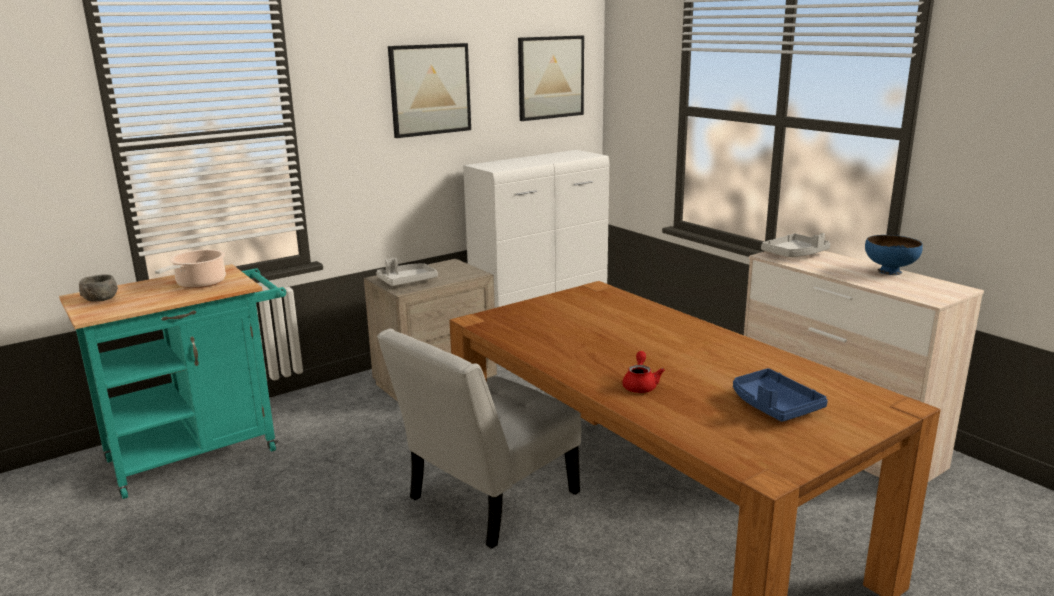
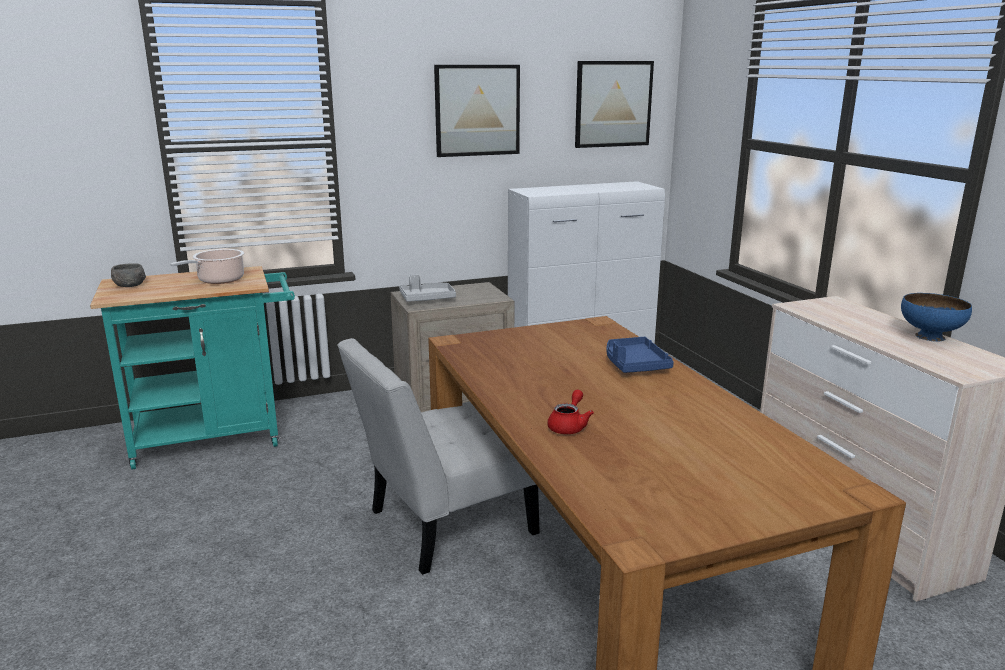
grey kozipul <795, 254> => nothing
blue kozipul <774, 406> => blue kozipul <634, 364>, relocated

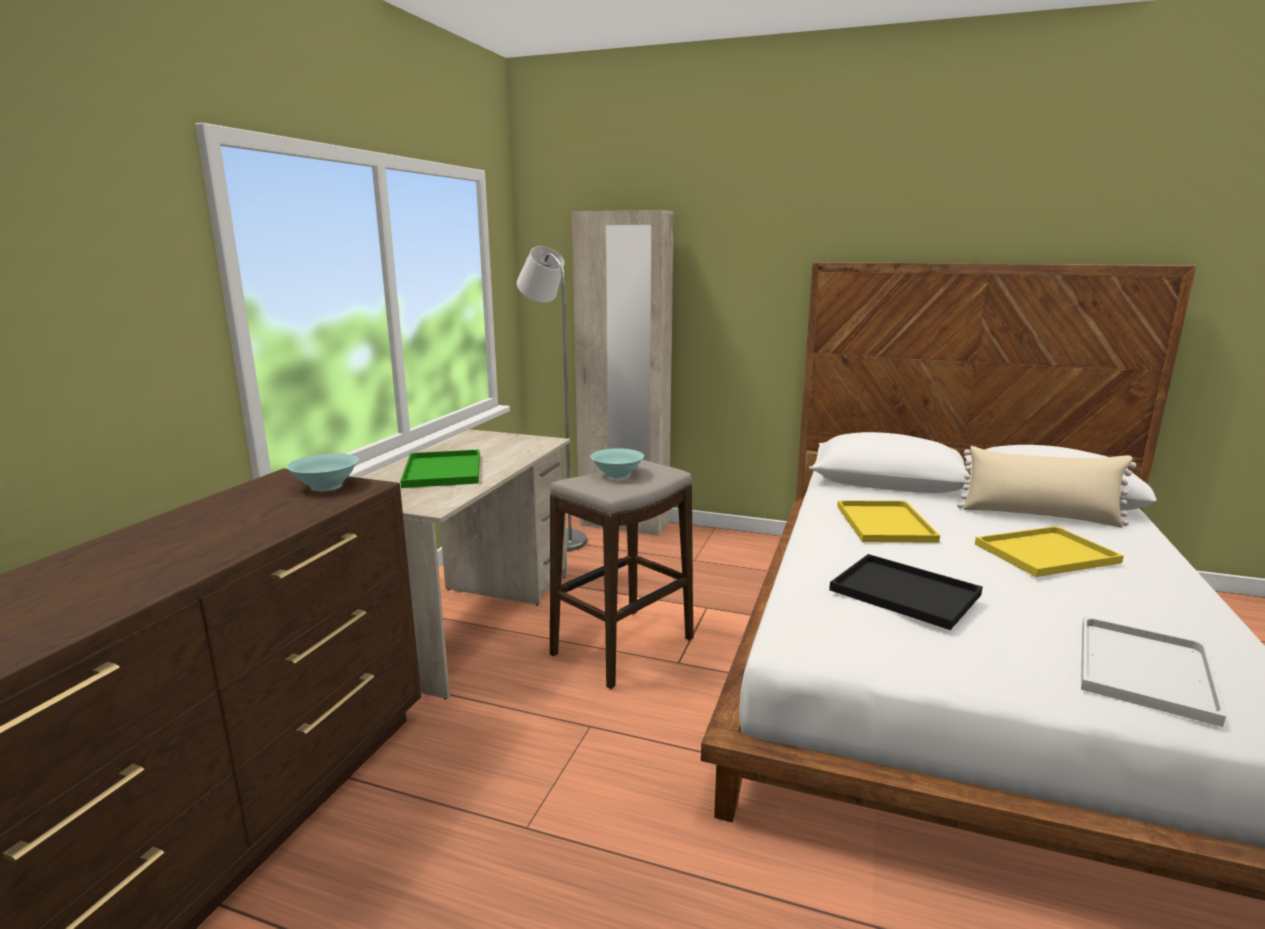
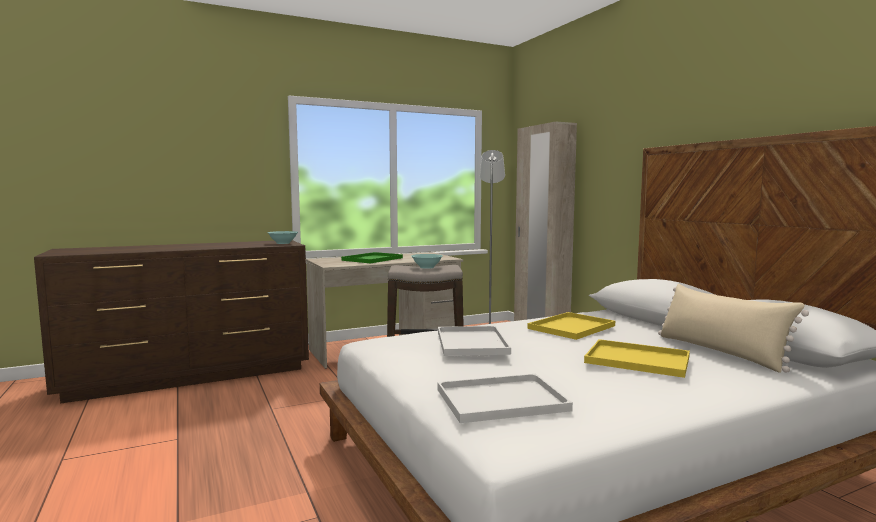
black kozipul <901, 592> => white kozipul <470, 342>

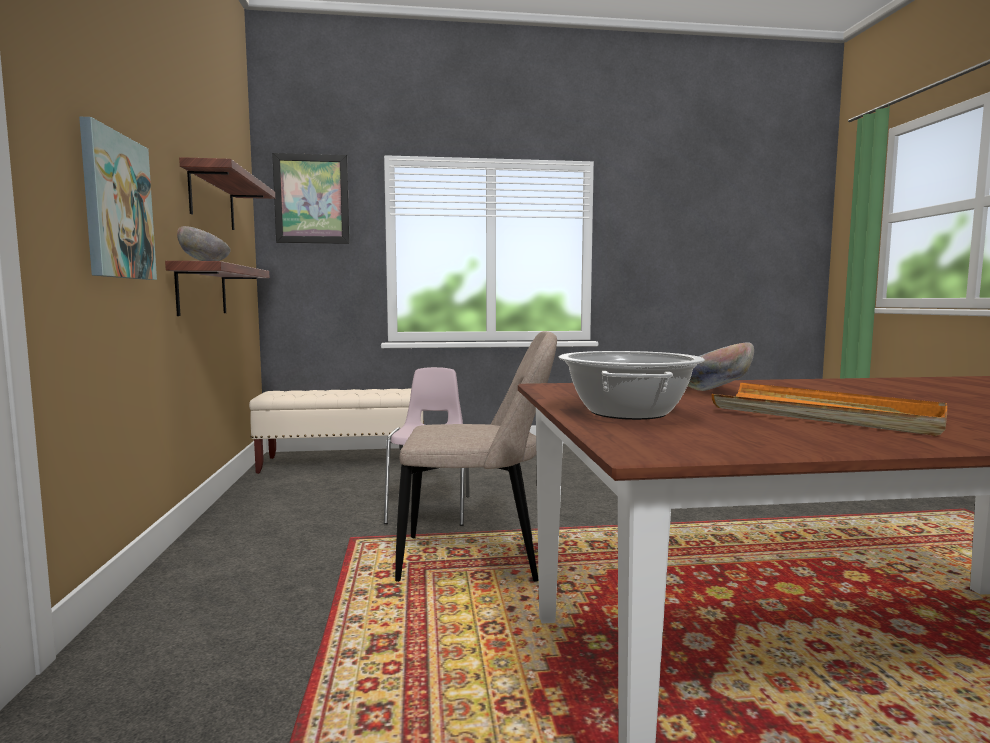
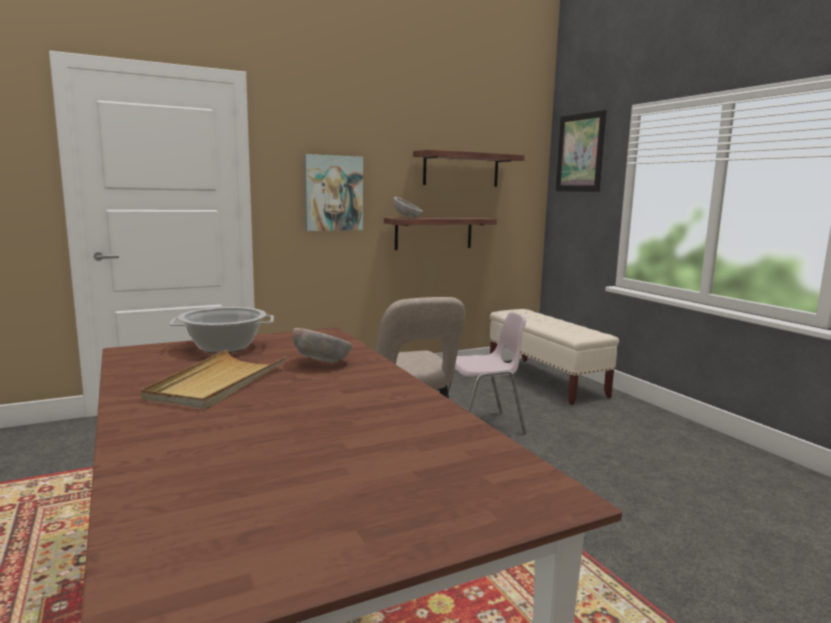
orange kozipul <825, 415> => beige kozipul <218, 383>

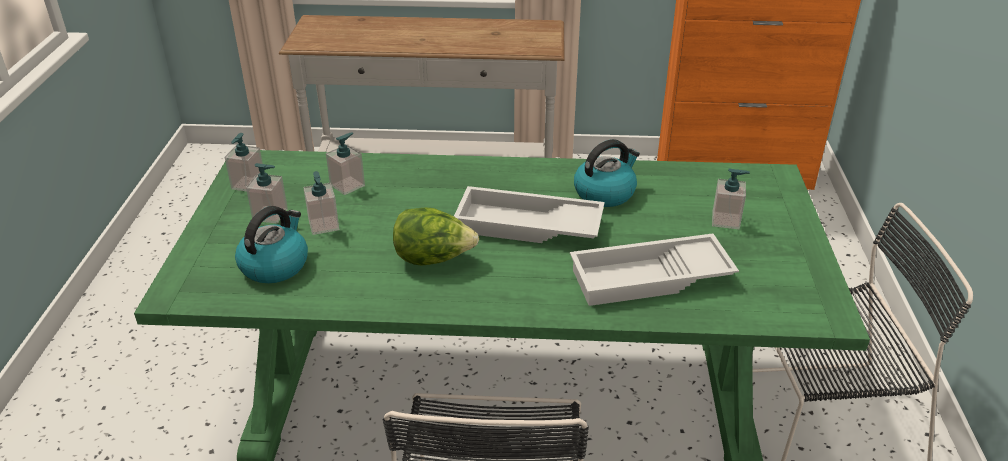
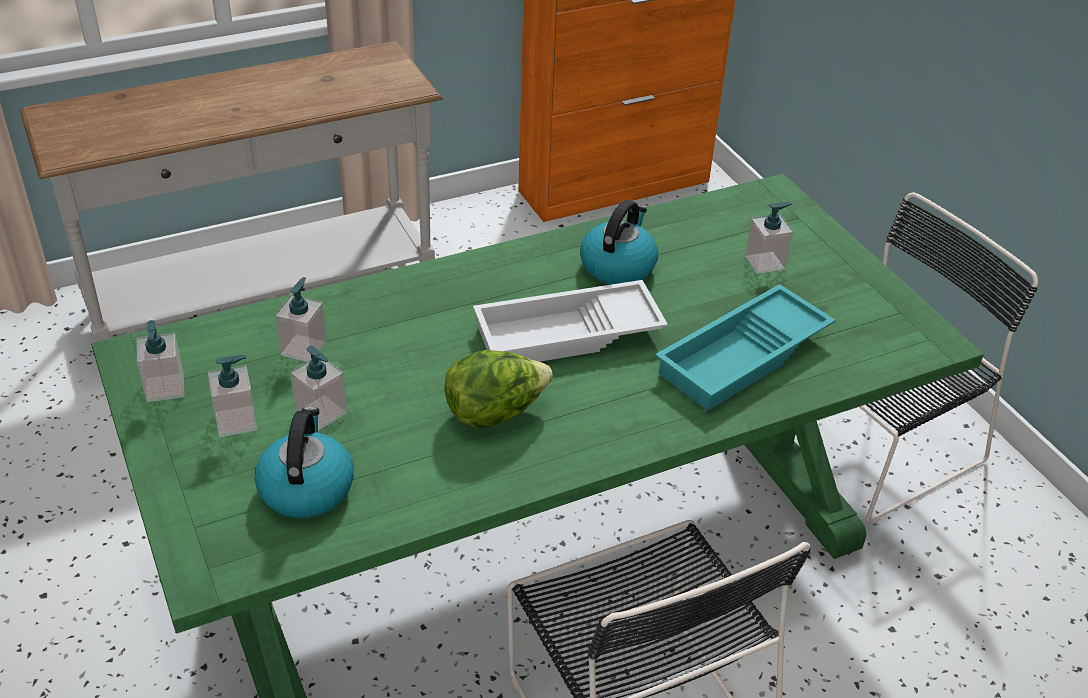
white kozipul <650, 279> => turquoise kozipul <744, 358>

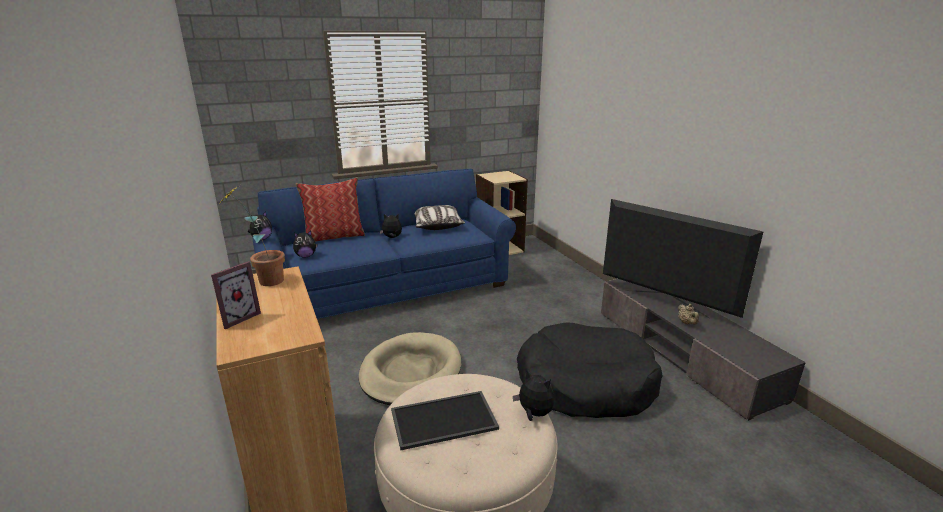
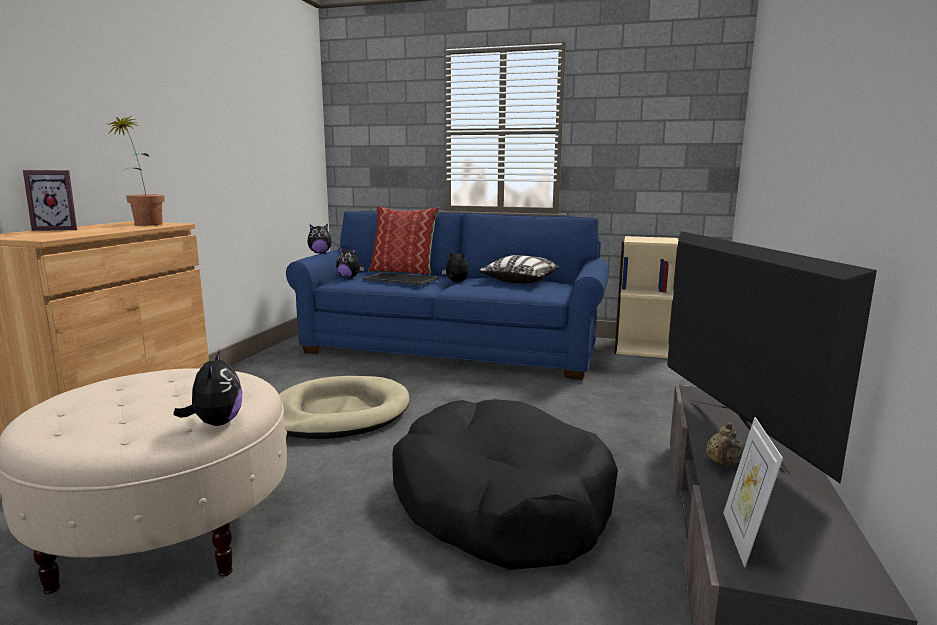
nothing => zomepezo <743, 539>
kozipul <443, 421> => kozipul <400, 279>, relocated

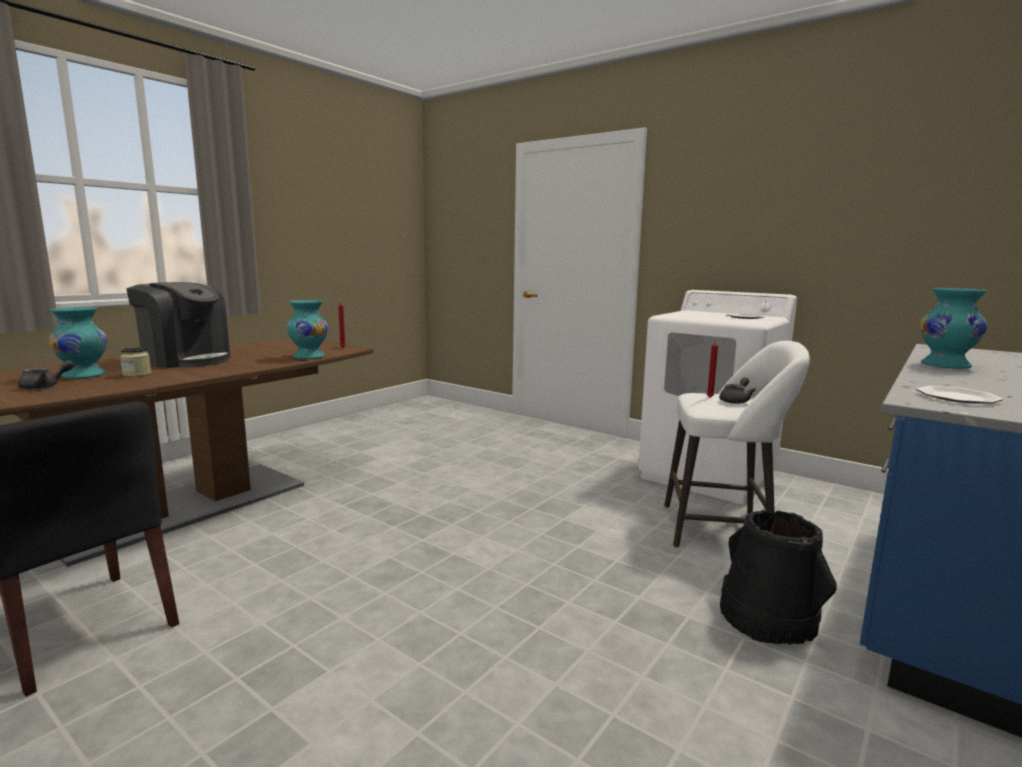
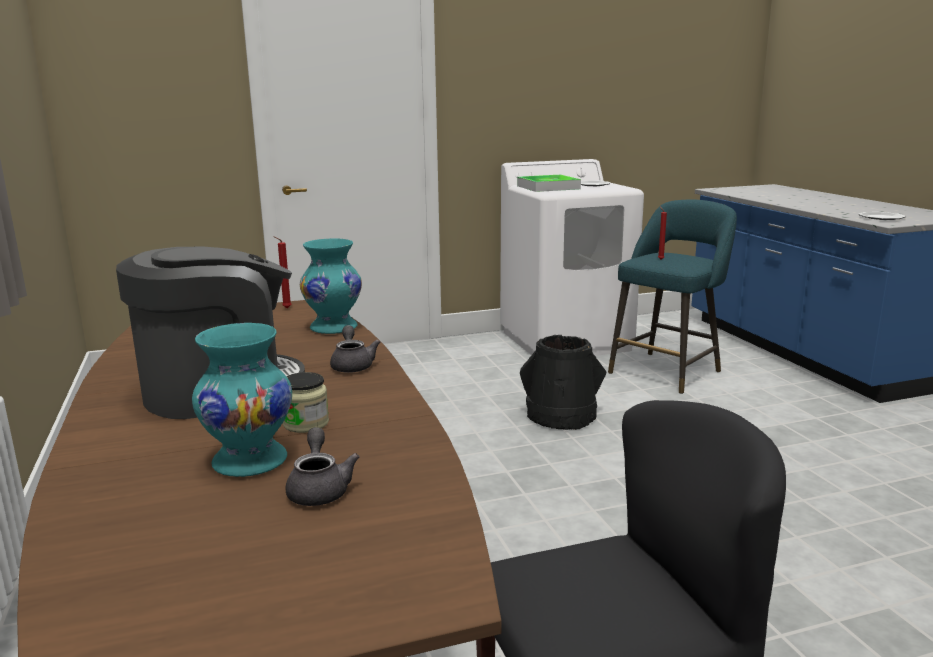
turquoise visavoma <944, 365> => nothing
nothing => kozipul <548, 187>
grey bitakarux <736, 401> => grey bitakarux <352, 365>, relocated
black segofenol <768, 617> => black segofenol <561, 415>, relocated
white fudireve <723, 530> => turquoise fudireve <667, 371>

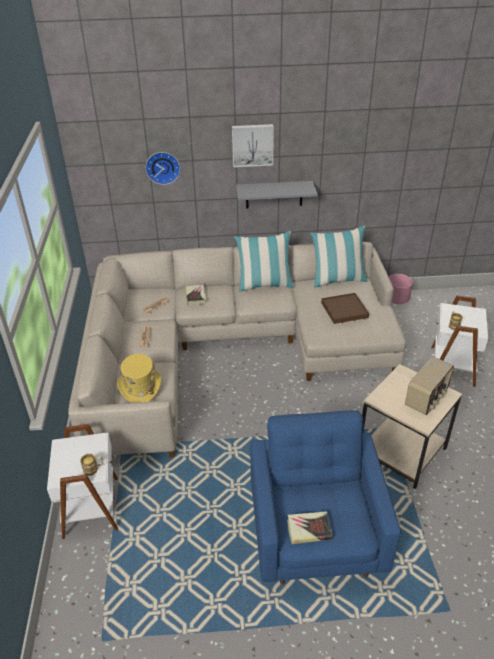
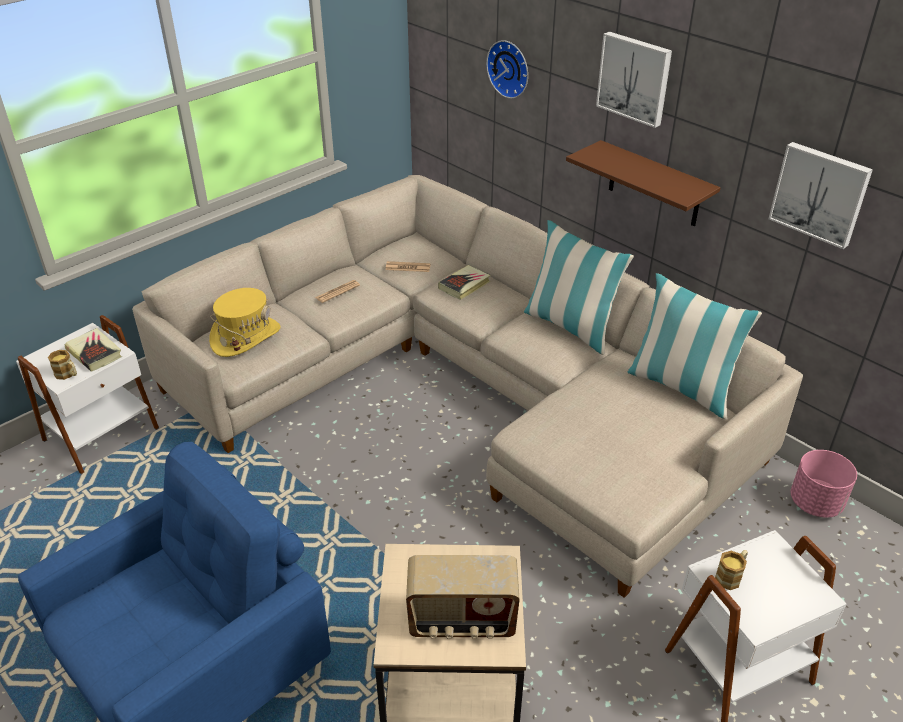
brown kozipul <344, 310> => nothing
nothing => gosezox <820, 193>
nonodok <309, 529> => nonodok <94, 353>, relocated
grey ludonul <274, 194> => brown ludonul <654, 185>

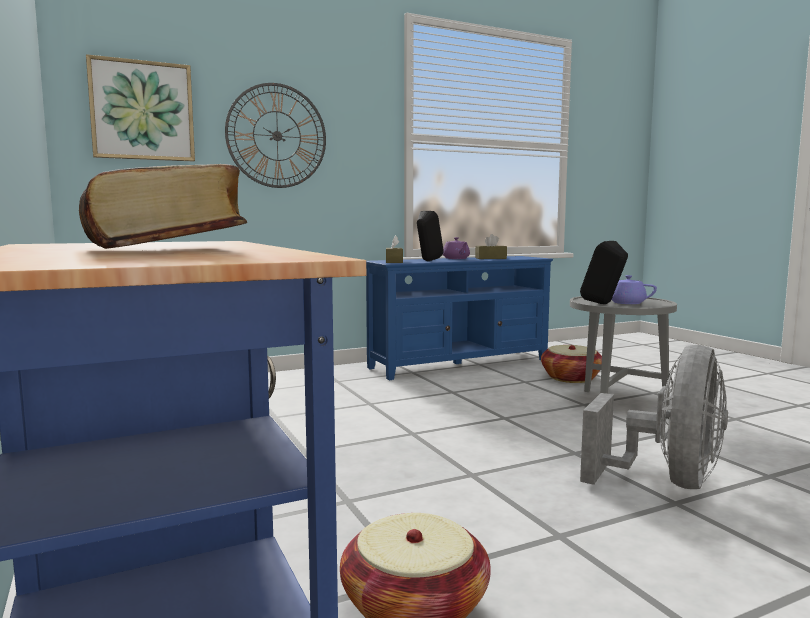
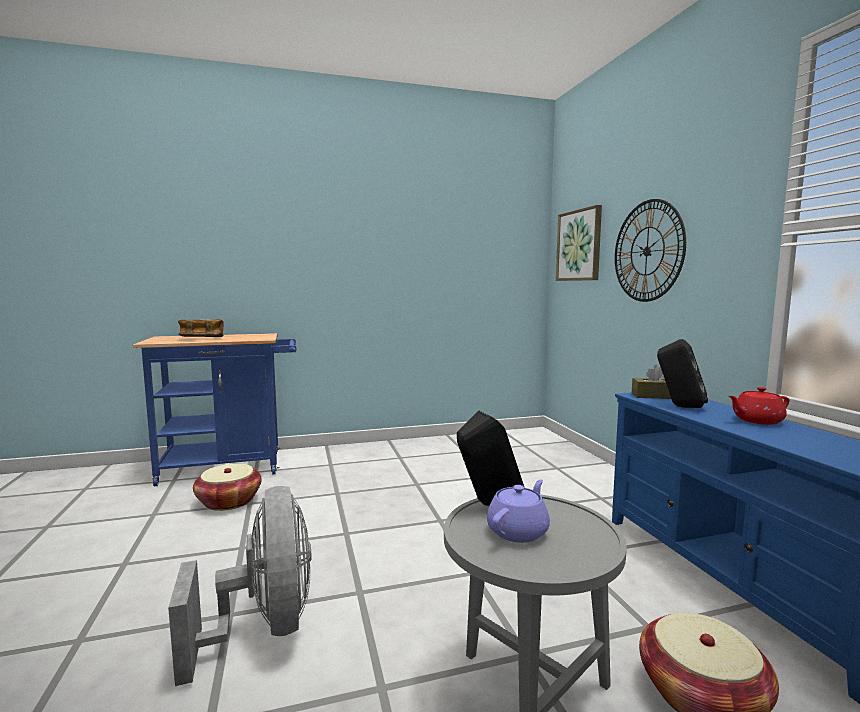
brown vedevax <490, 258> => nothing
purple bitakarux <456, 258> => red bitakarux <756, 421>
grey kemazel <667, 481> => grey kemazel <264, 628>, 150 degrees counterclockwise

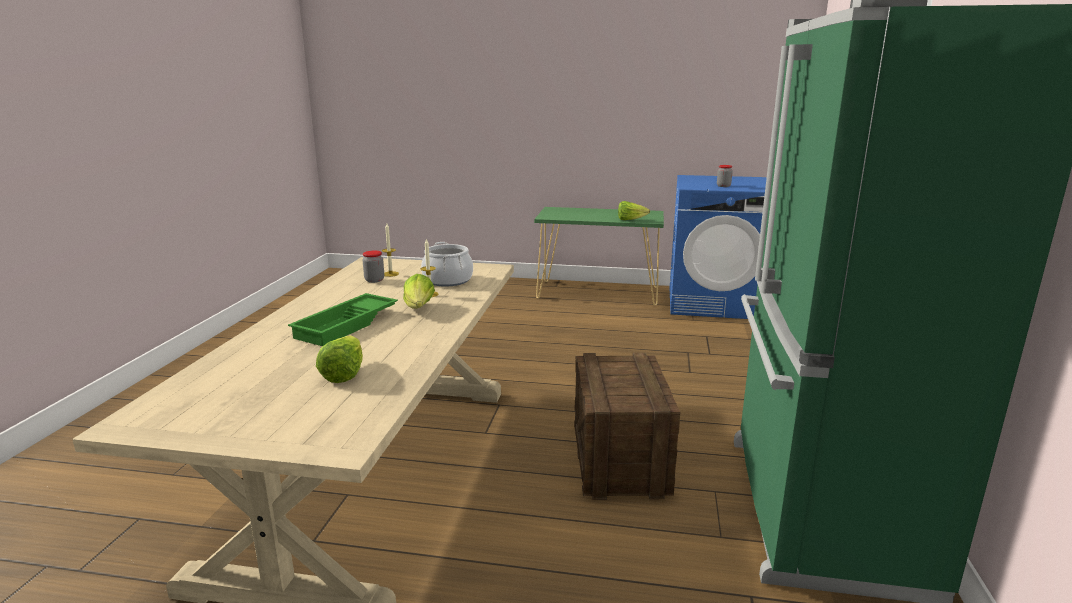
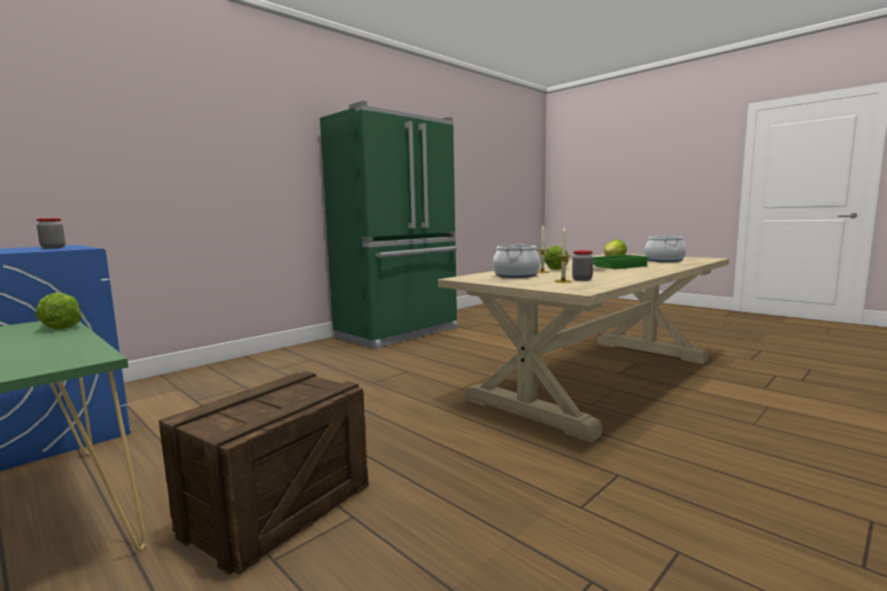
nothing => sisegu <664, 260>
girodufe <620, 461> => girodufe <278, 508>, relocated

